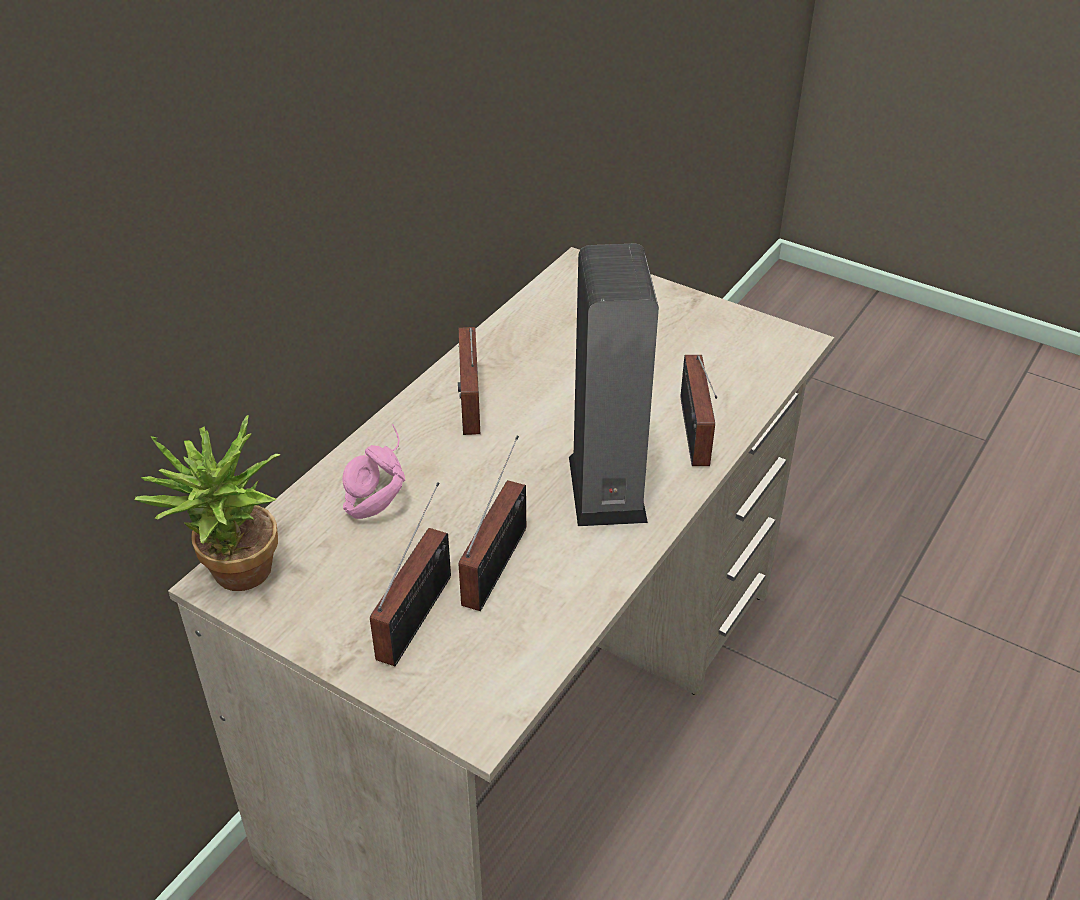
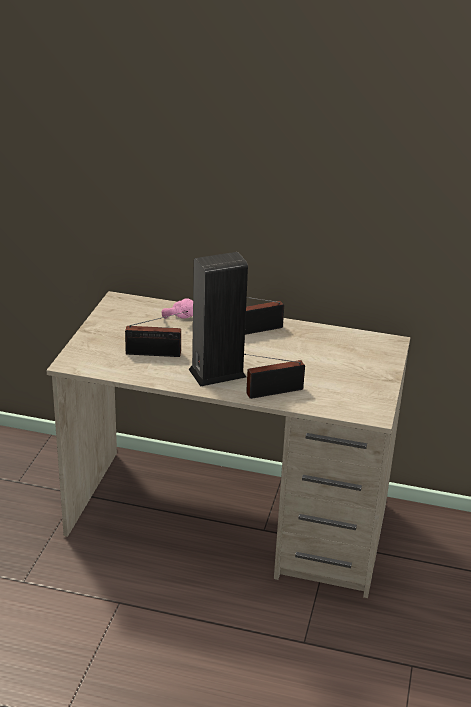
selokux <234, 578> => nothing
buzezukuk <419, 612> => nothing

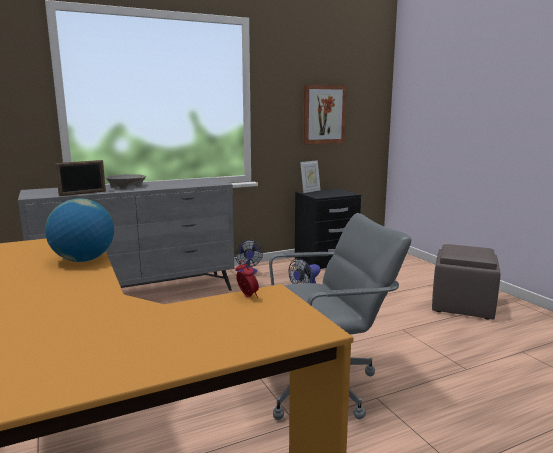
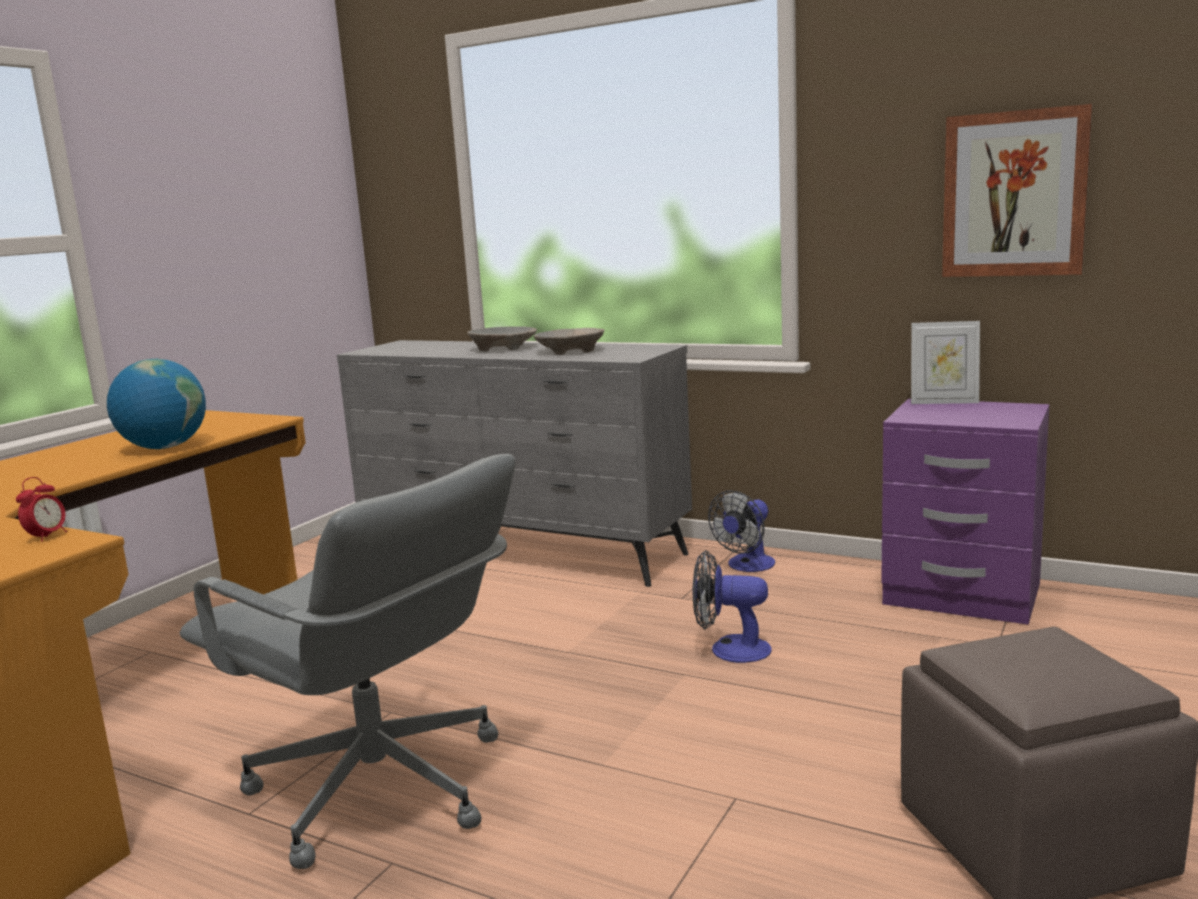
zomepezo <83, 193> => nothing
nothing => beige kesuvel <570, 351>
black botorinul <326, 261> => purple botorinul <961, 595>

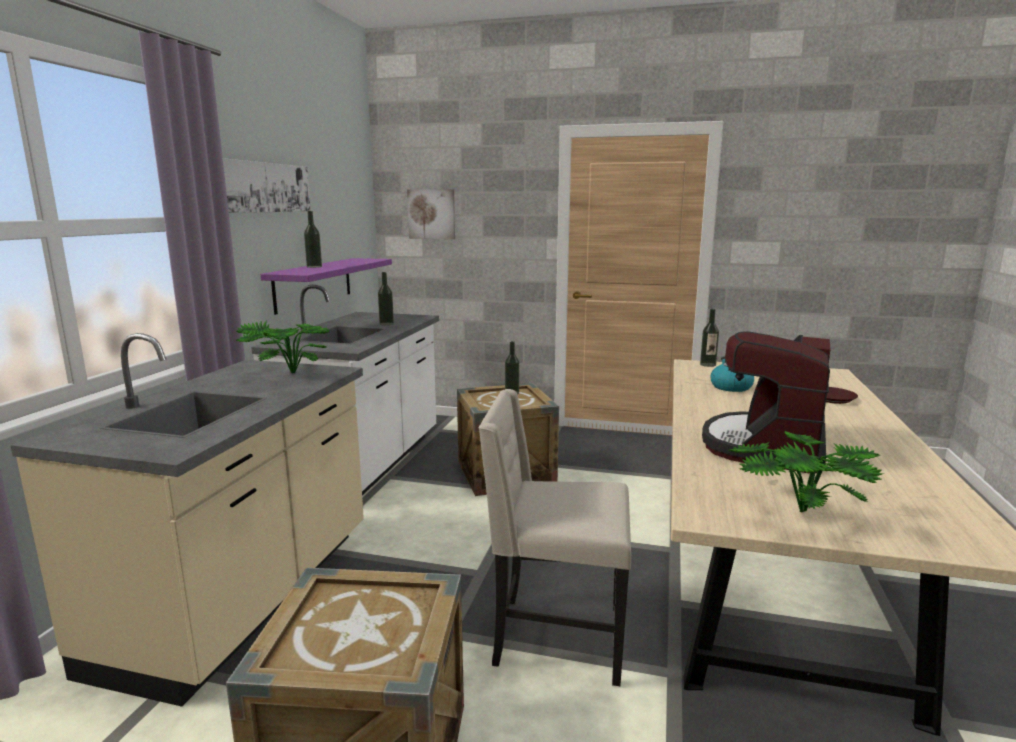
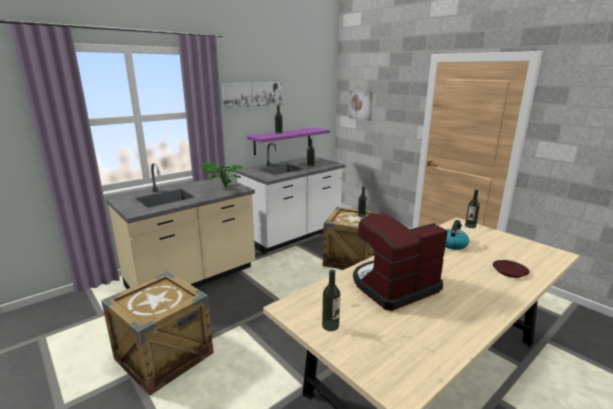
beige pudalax <556, 637> => nothing
selokux <797, 515> => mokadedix <330, 325>

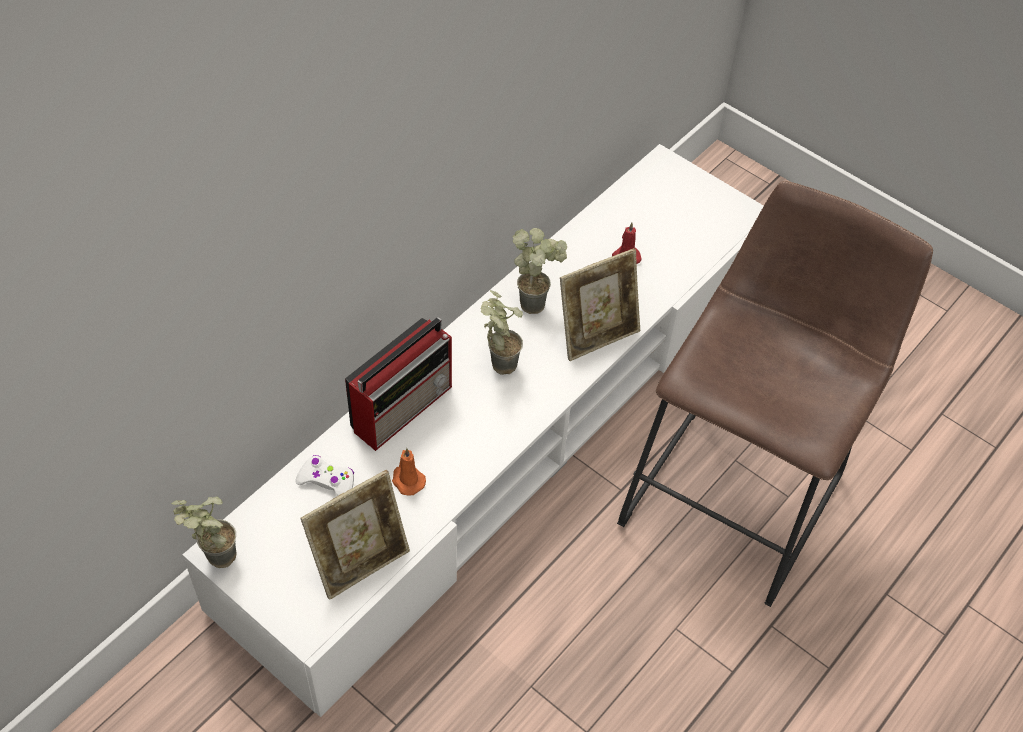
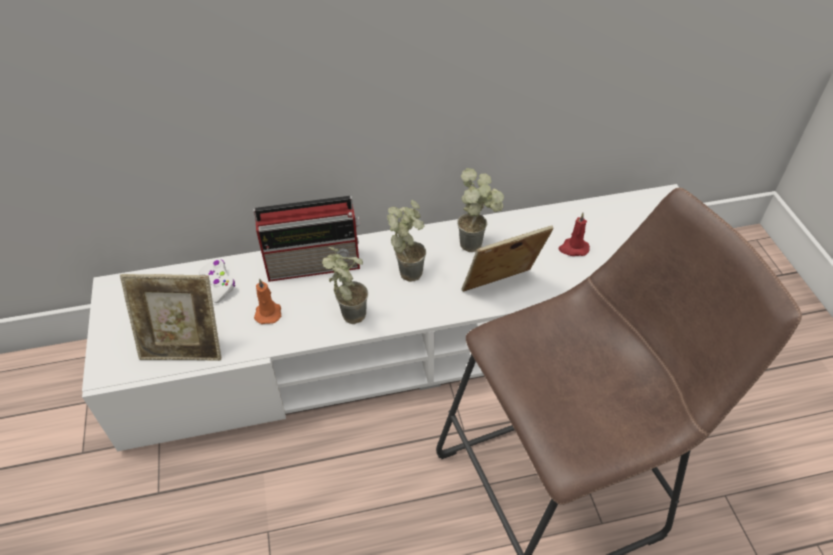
selokux <213, 558> => selokux <347, 313>, relocated
zomepezo <597, 334> => zomepezo <501, 289>, 150 degrees clockwise

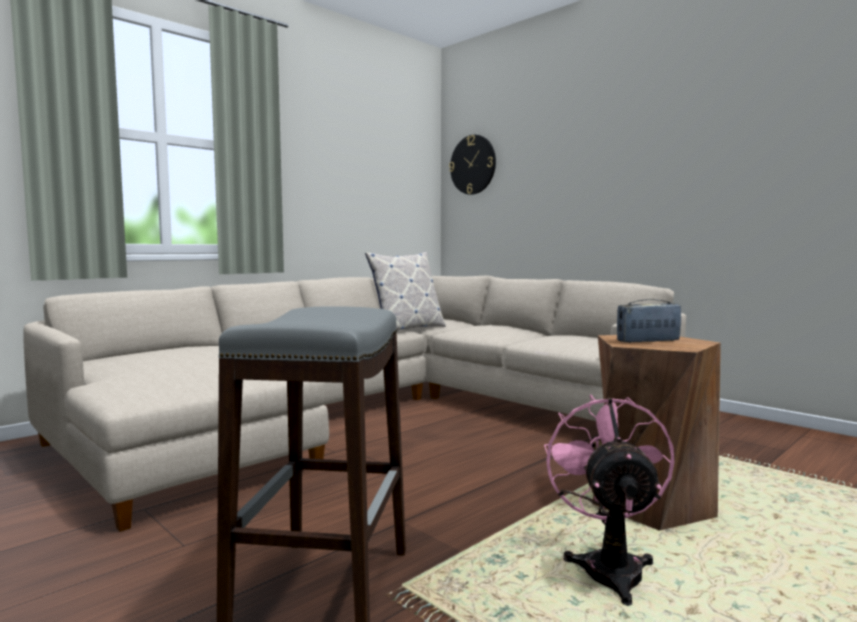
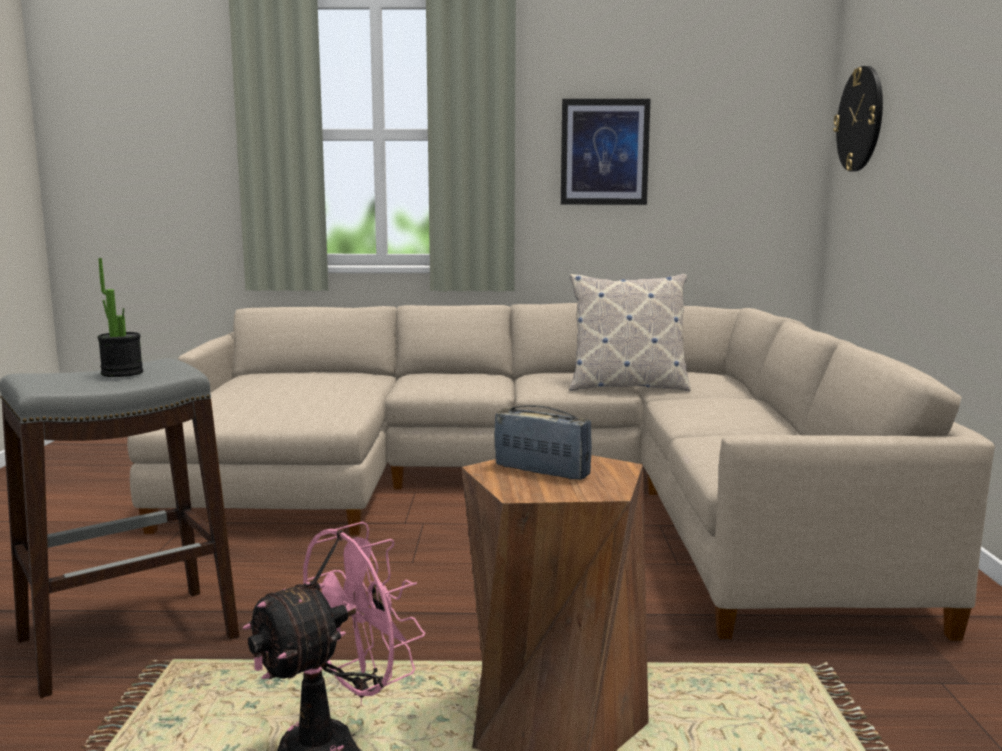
nothing => selokux <122, 373>
nothing => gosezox <604, 152>

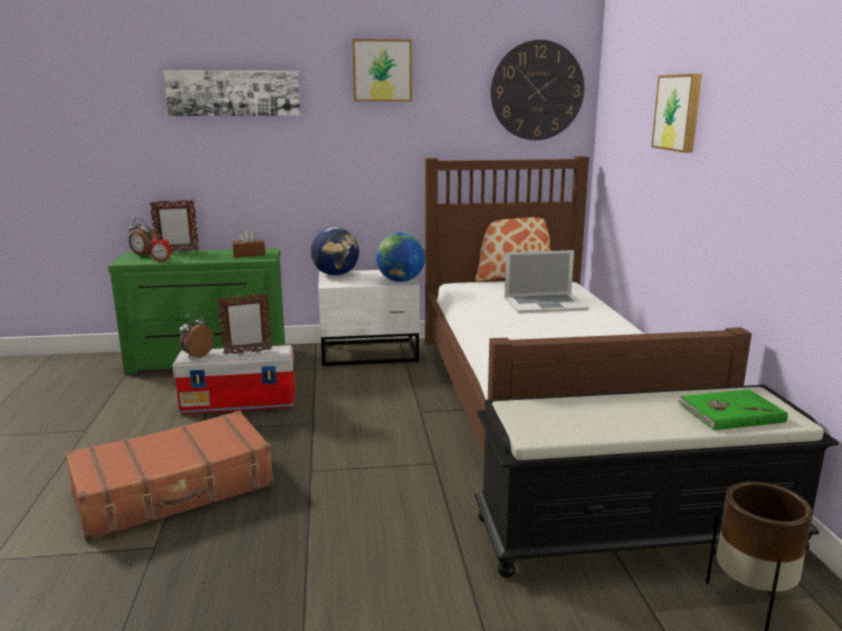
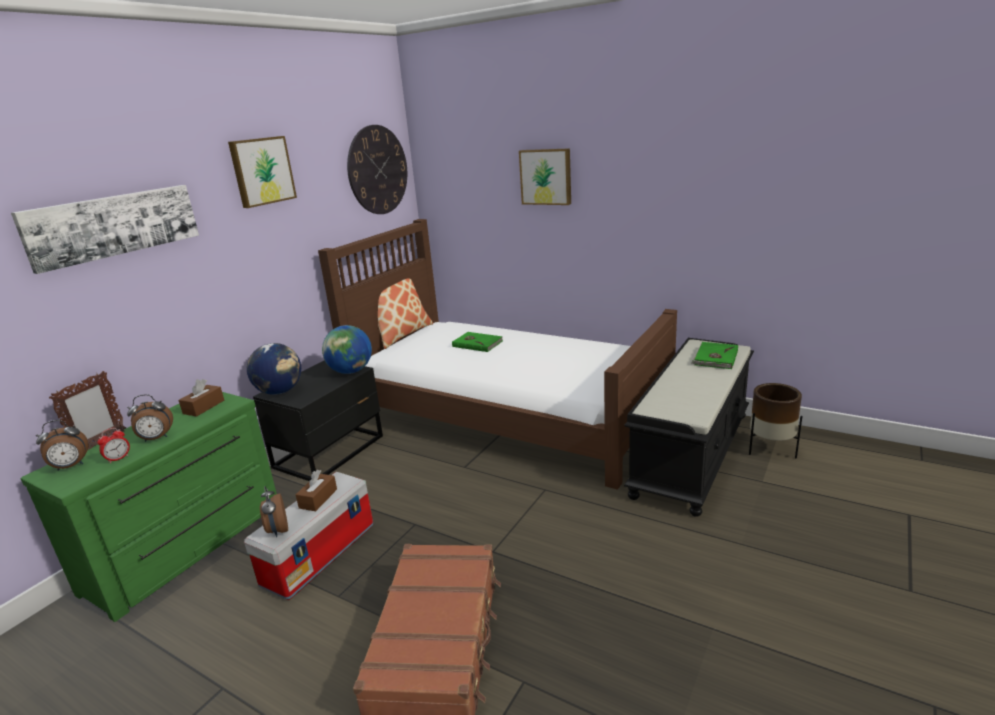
nothing => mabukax <156, 438>
zomepezo <247, 352> => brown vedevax <318, 498>
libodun <545, 304> => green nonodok <477, 343>
white botorinul <370, 353> => black botorinul <331, 451>

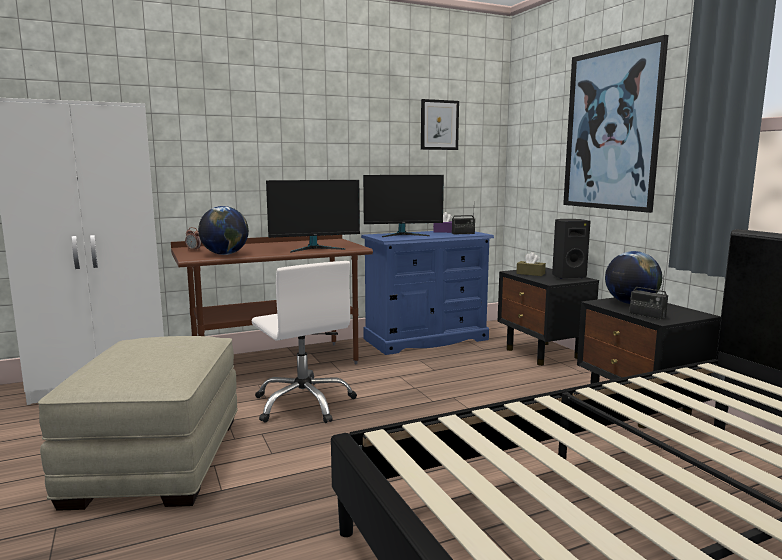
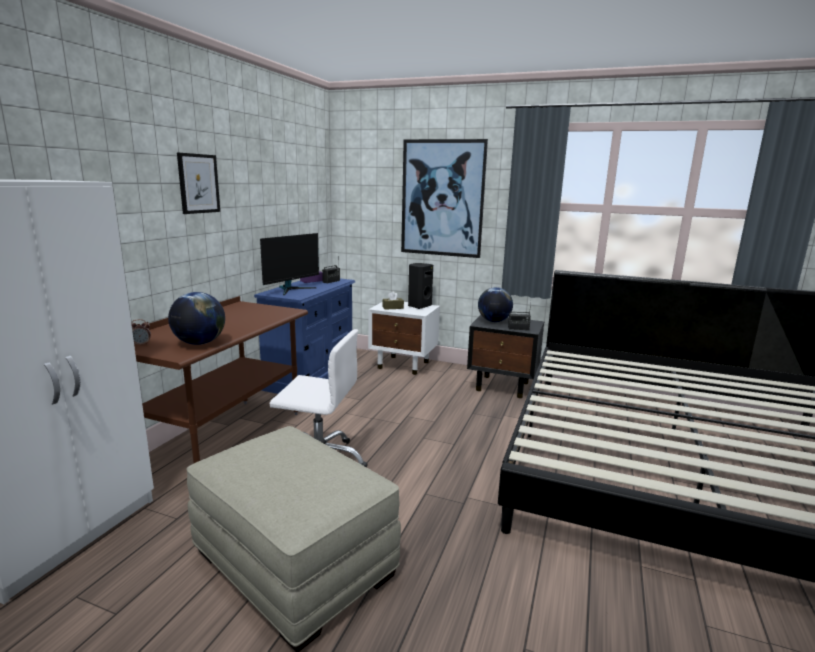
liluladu <315, 248> => nothing
gosezox <439, 125> => gosezox <198, 183>, relocated
black botorinul <543, 354> => white botorinul <404, 365>

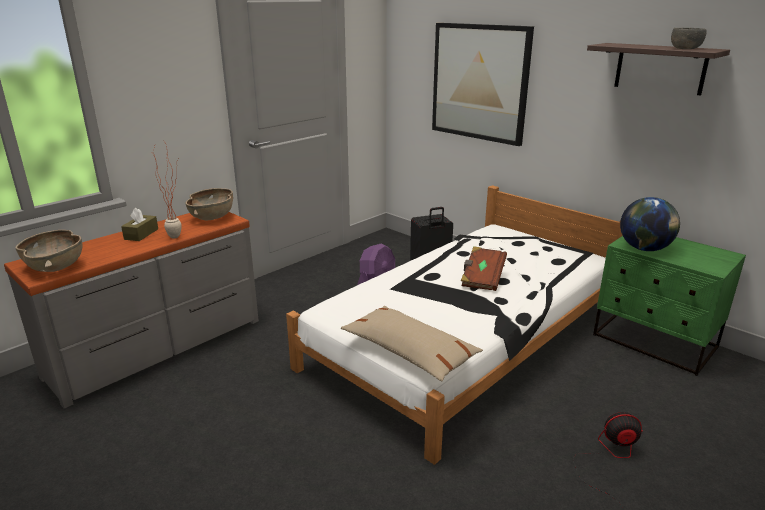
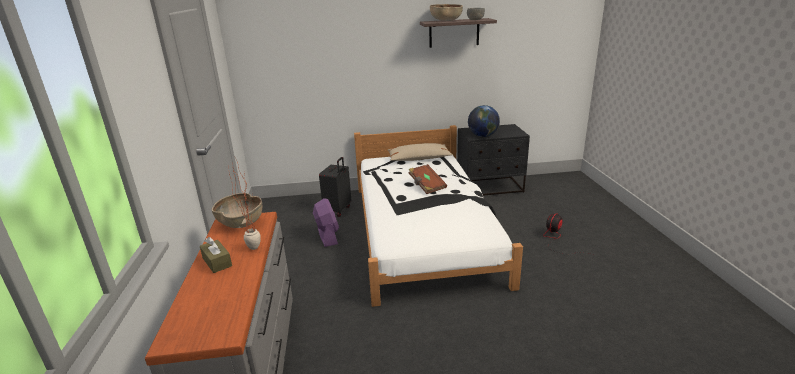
gosezox <479, 82> => nothing
brown kesuvel <56, 266> => brown kesuvel <445, 21>, relocated
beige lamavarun <409, 352> => beige lamavarun <419, 159>, relocated
green botorinul <654, 342> => black botorinul <490, 187>

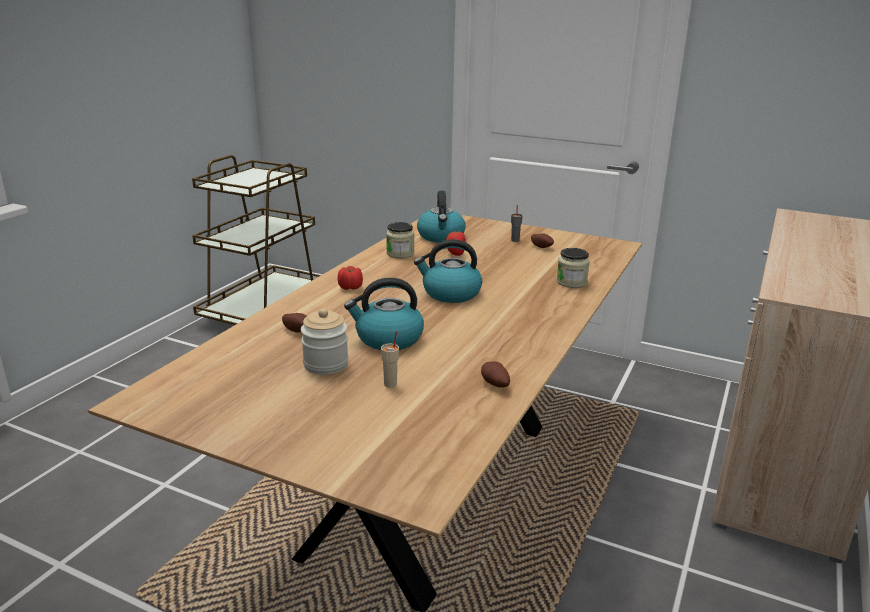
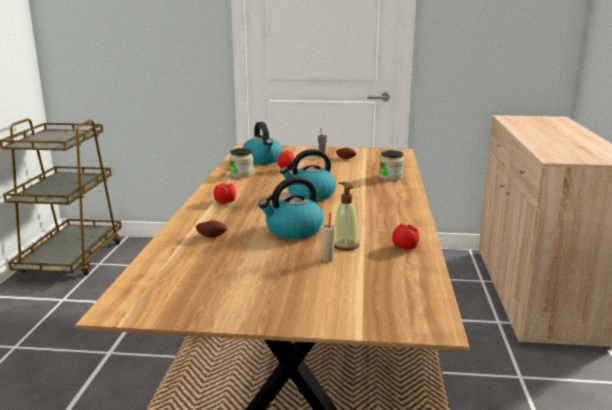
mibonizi <326, 364> => nothing
nothing => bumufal <345, 245>
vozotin <494, 384> => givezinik <405, 247>

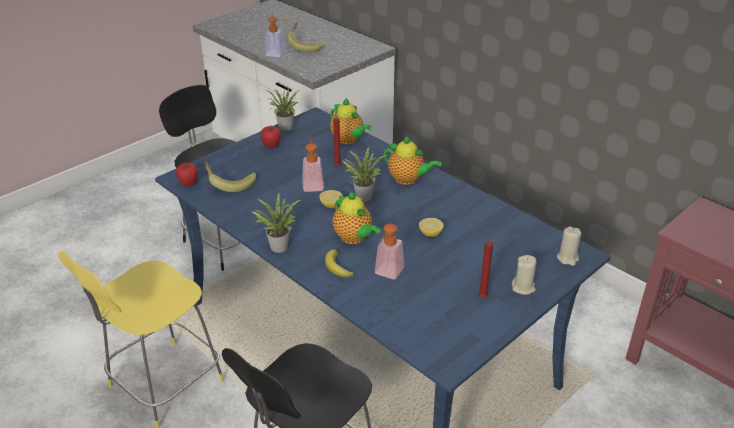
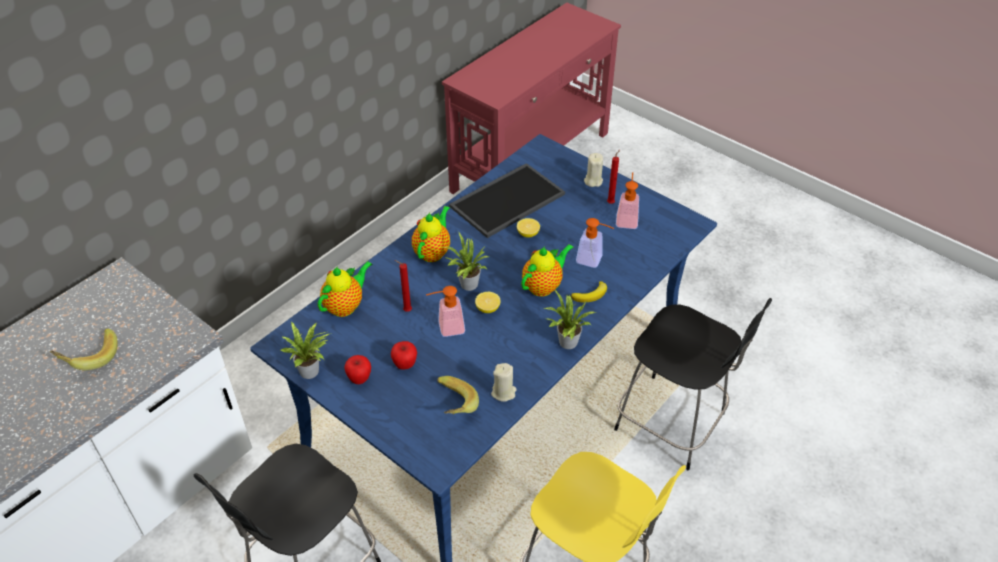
nothing => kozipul <507, 199>
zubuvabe <189, 184> => zubuvabe <405, 365>, relocated
bumufal <278, 54> => bumufal <627, 219>, relocated
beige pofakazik <567, 258> => beige pofakazik <503, 392>, relocated

